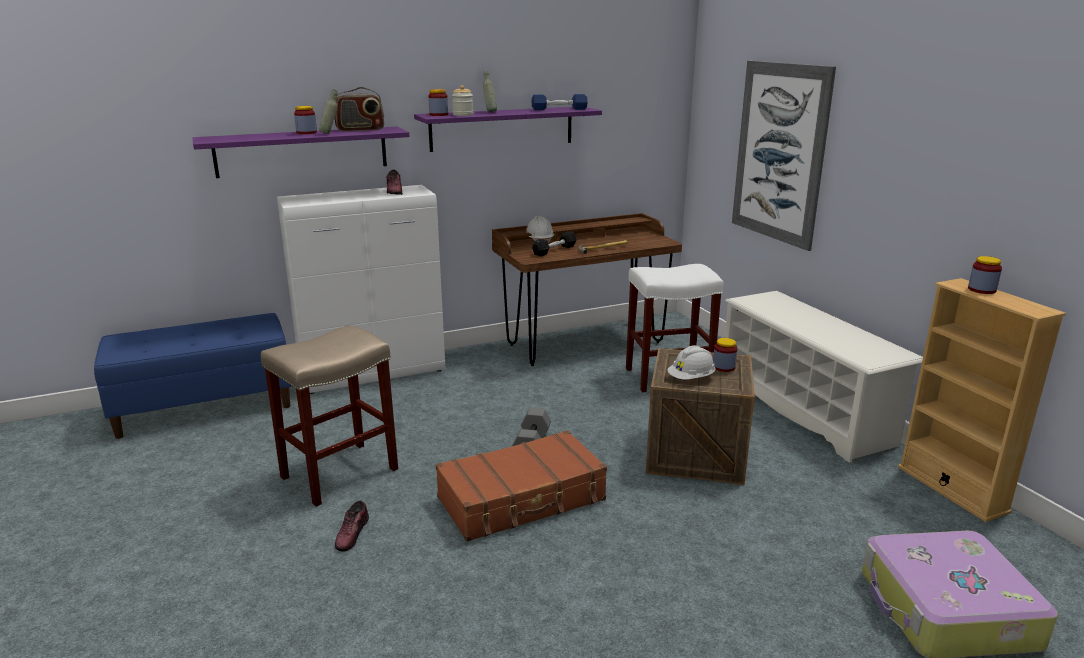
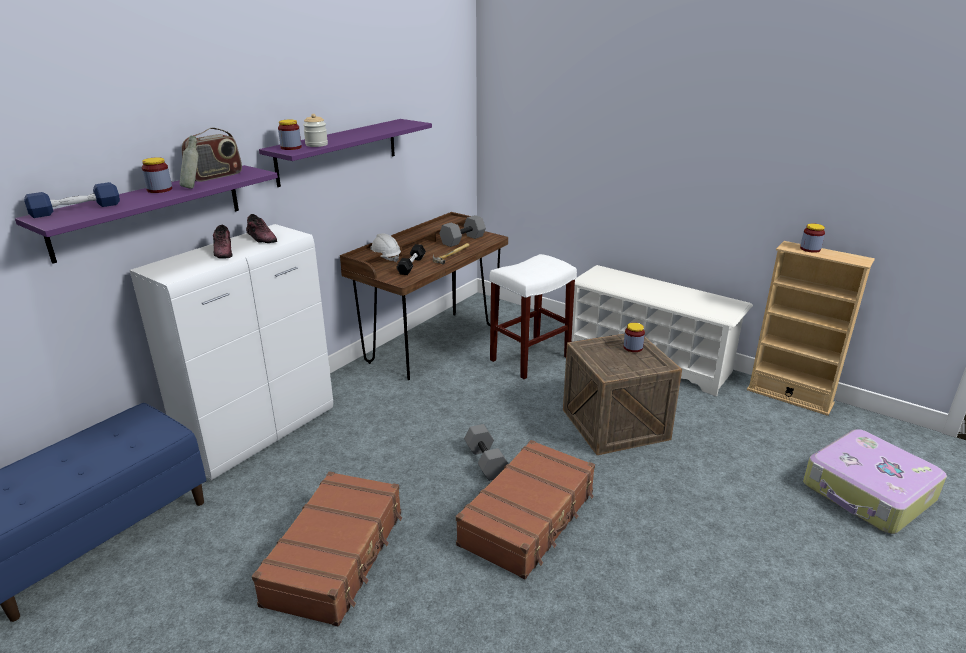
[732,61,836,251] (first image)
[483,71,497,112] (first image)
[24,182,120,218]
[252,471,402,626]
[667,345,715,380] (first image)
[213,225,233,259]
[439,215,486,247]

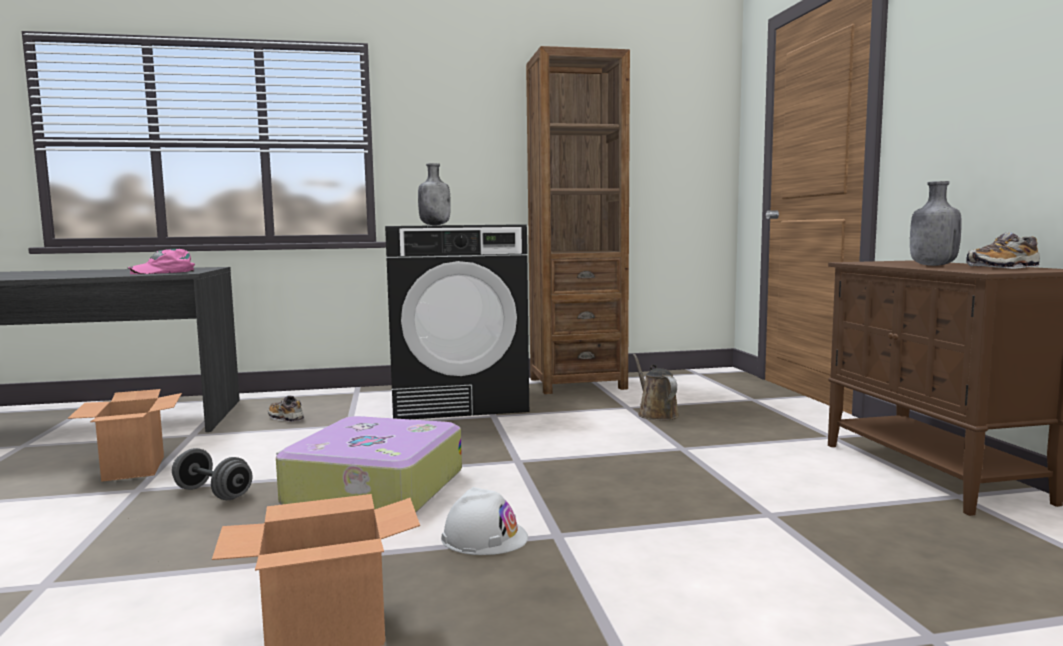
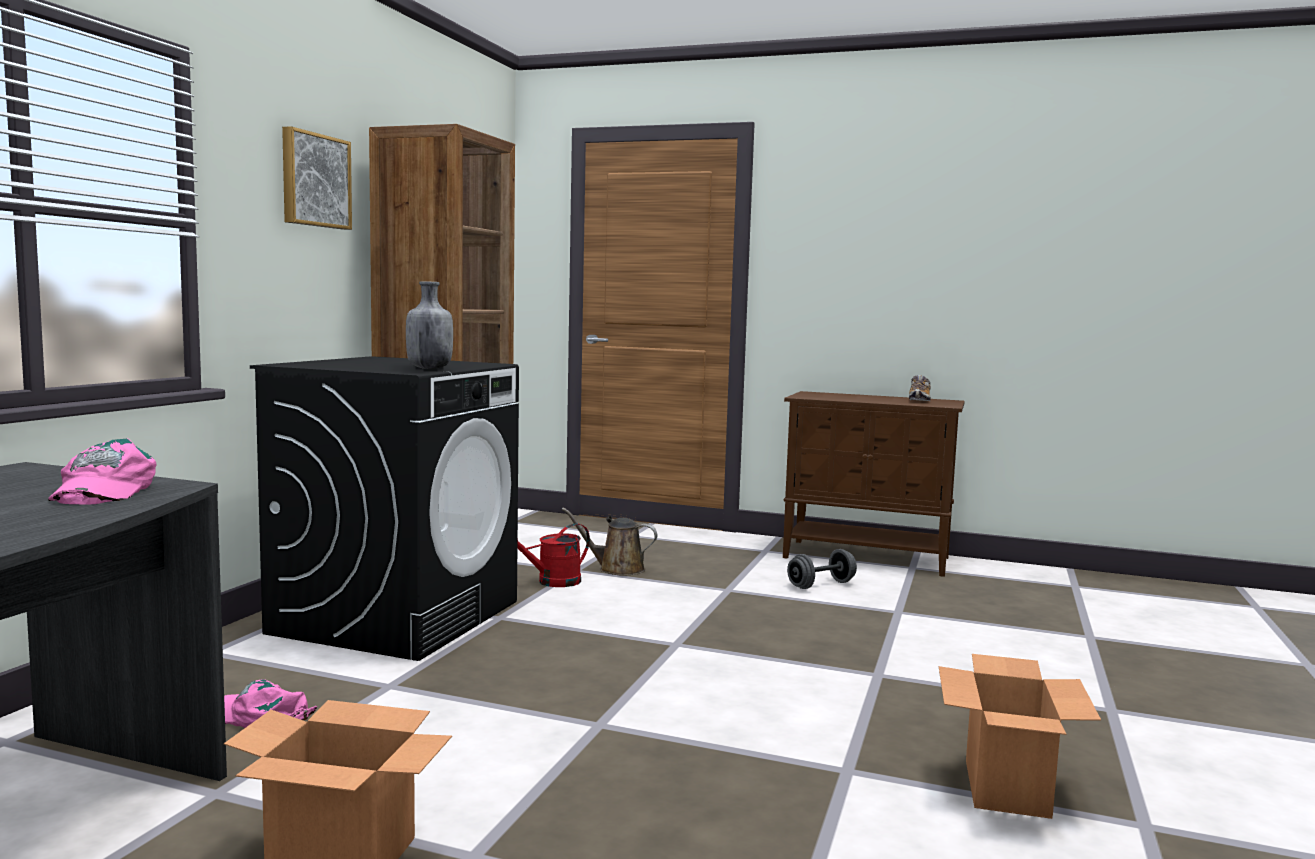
[910,181,962,266] (first image)
[224,679,317,728]
[276,416,462,512] (first image)
[787,549,857,589]
[441,487,528,555] (first image)
[282,126,352,230]
[517,523,590,587]

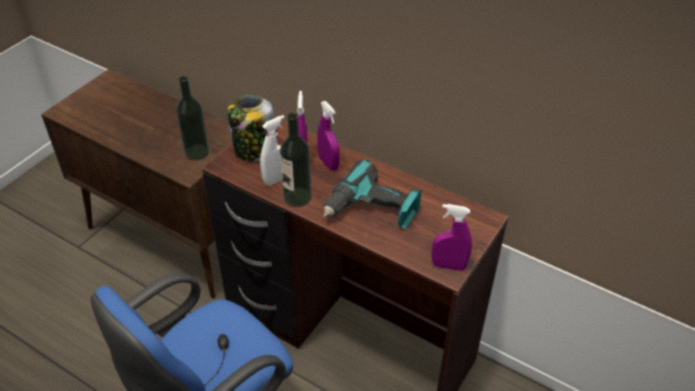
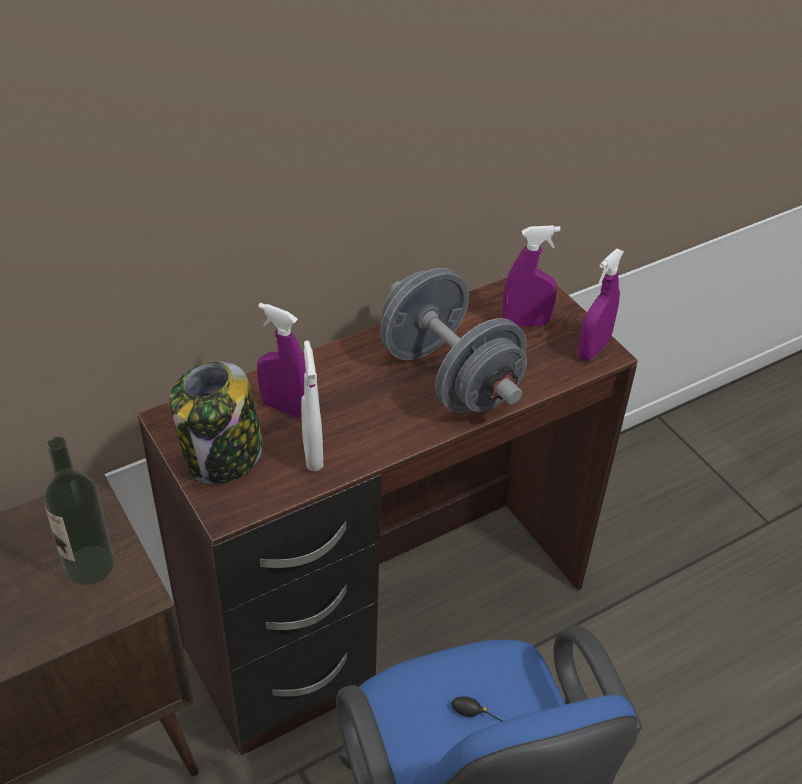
[502,225,561,327]
[280,113,312,207] (first image)
[380,268,527,413]

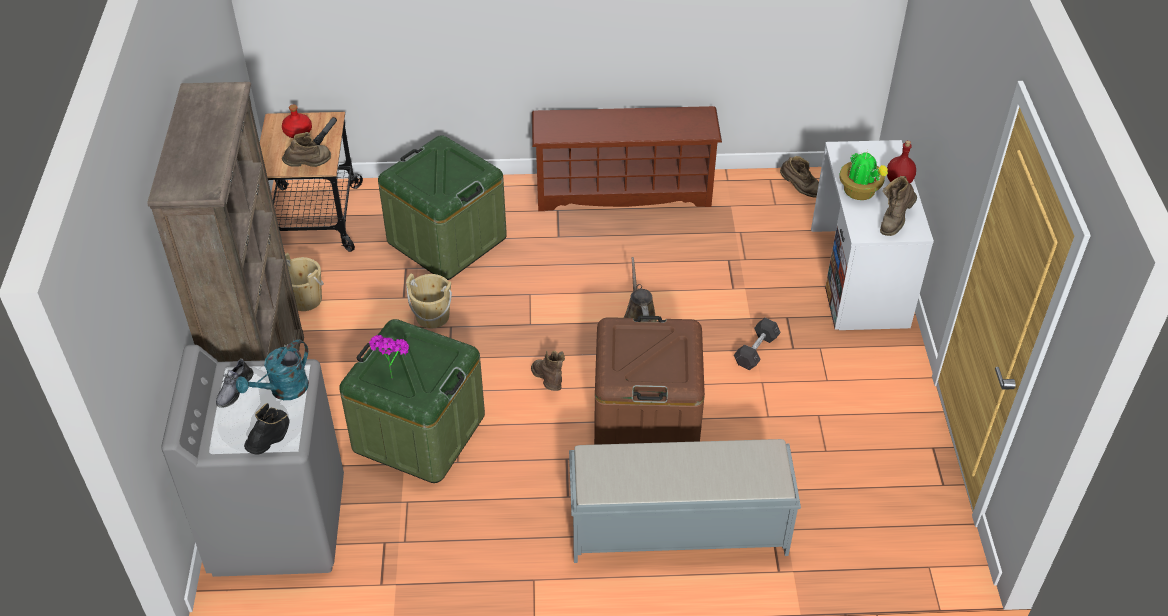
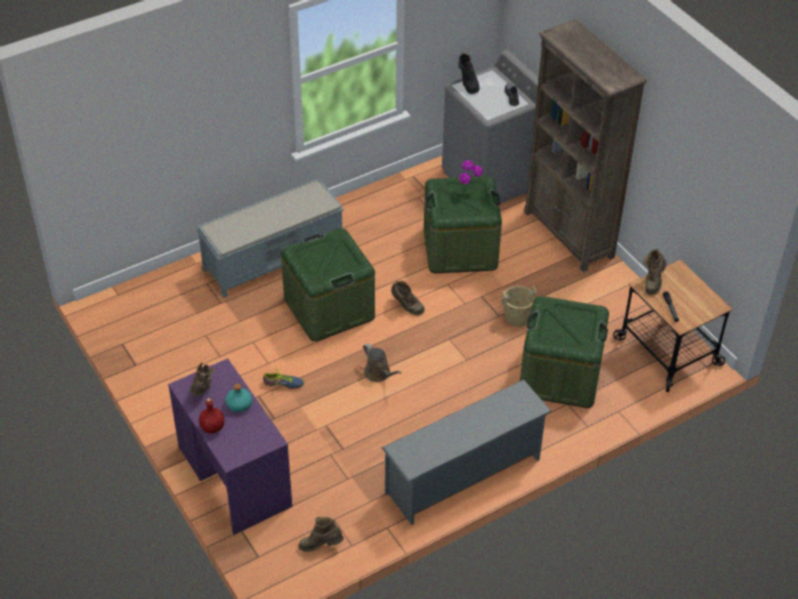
[282,104,312,138] (first image)
[382,379,552,525]
[168,358,292,535]
[225,383,252,412]
[285,253,324,311] (first image)
[281,228,375,341]
[263,369,304,389]
[236,340,309,400] (first image)

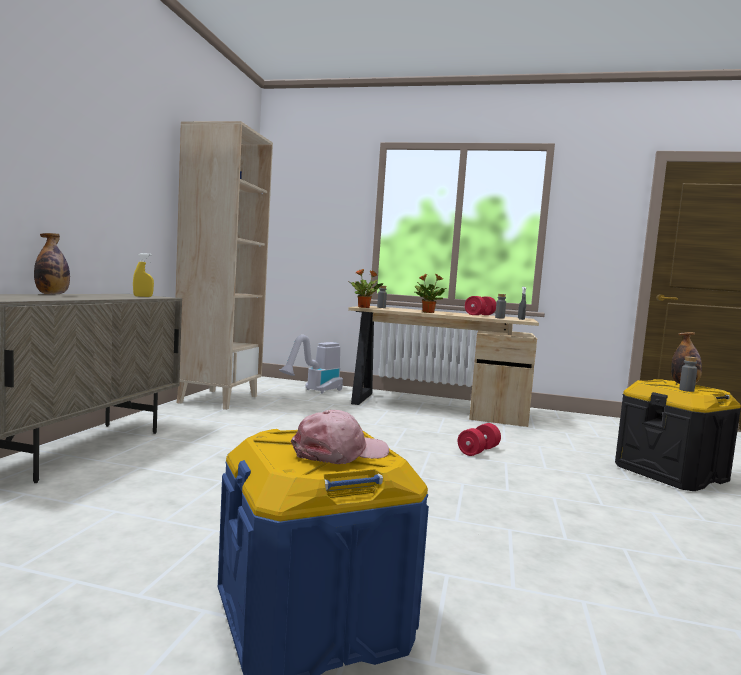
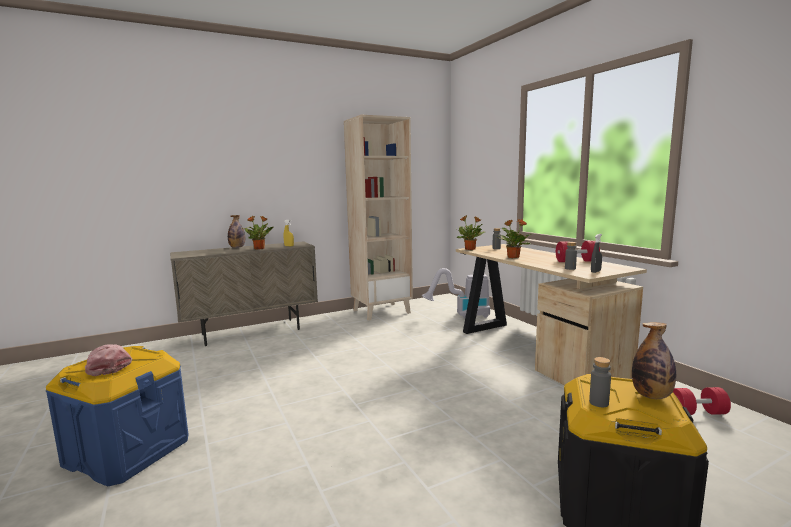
[85,344,132,376]
[673,387,731,415]
[243,216,273,249]

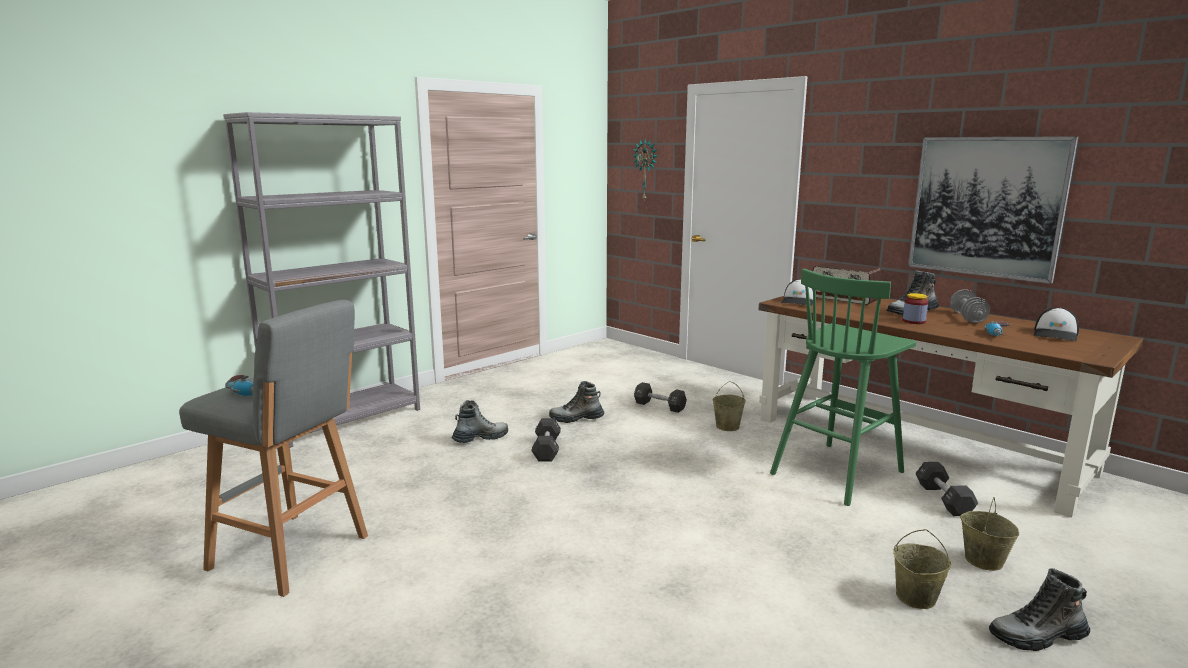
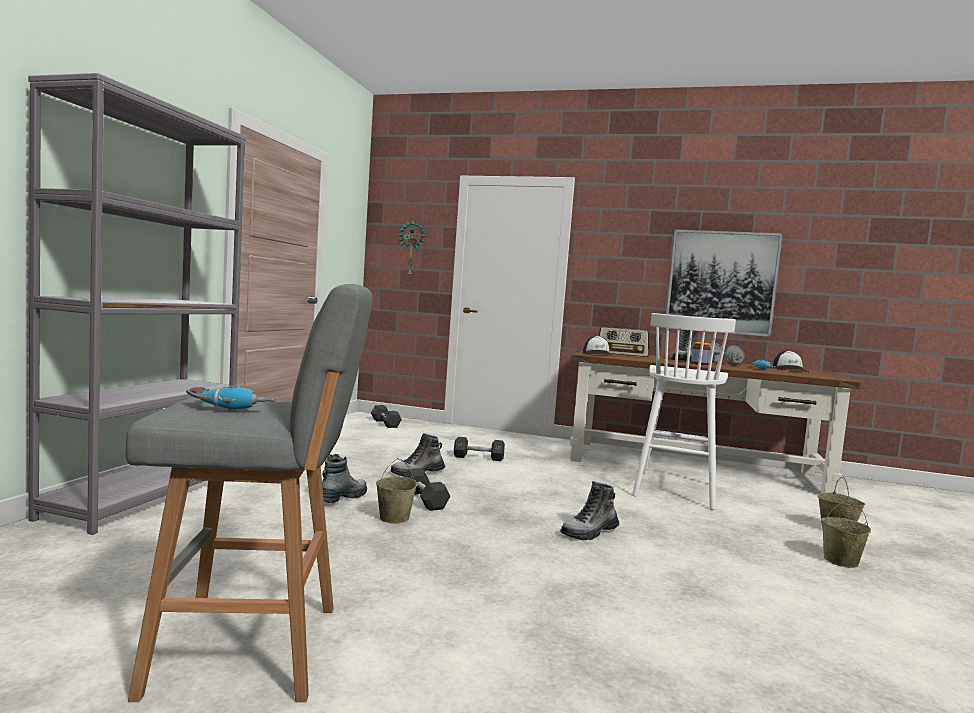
[632,313,736,510]
[376,458,417,524]
[371,405,402,428]
[560,481,619,540]

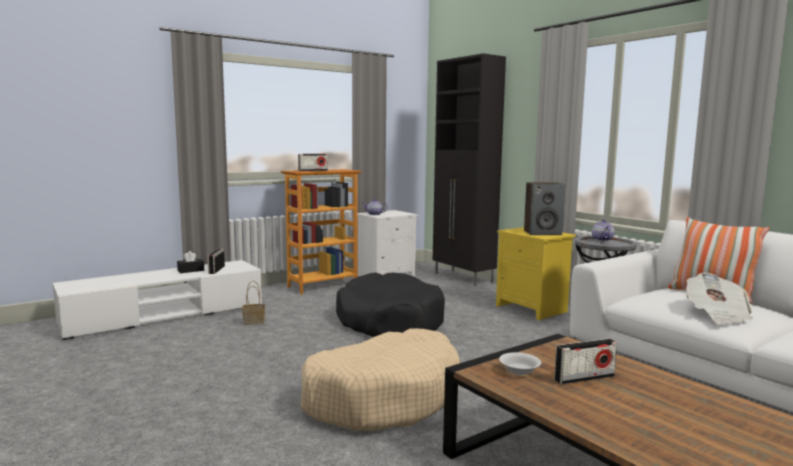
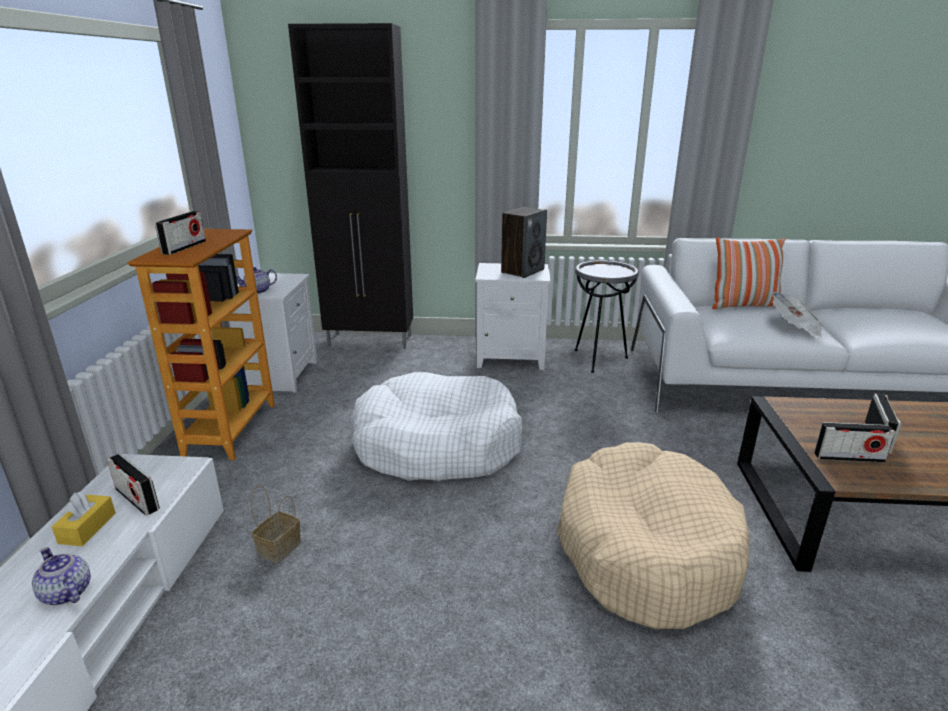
[32,547,91,605]
[475,263,551,370]
[51,491,116,546]
[350,372,523,481]
[814,422,896,463]

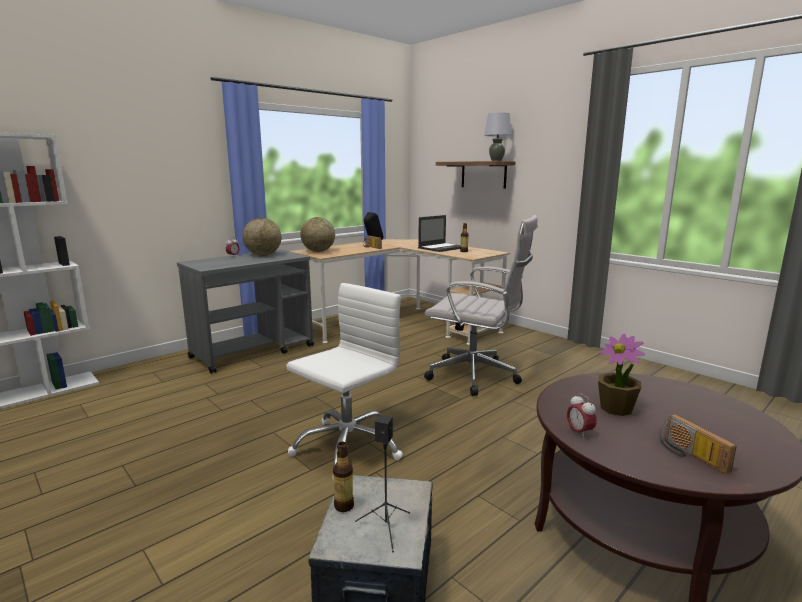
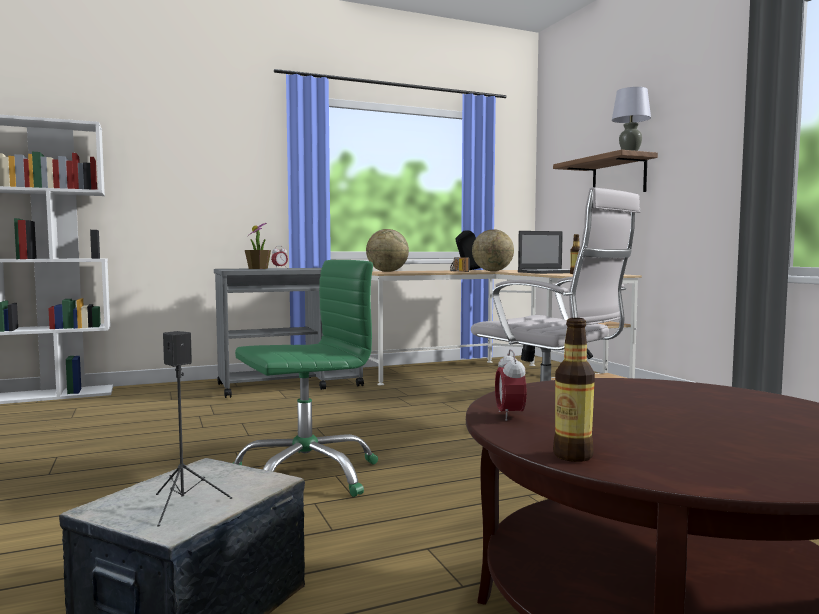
[472,230,514,271]
[233,260,378,497]
[245,223,271,269]
[660,414,737,474] (first image)
[553,318,595,462]

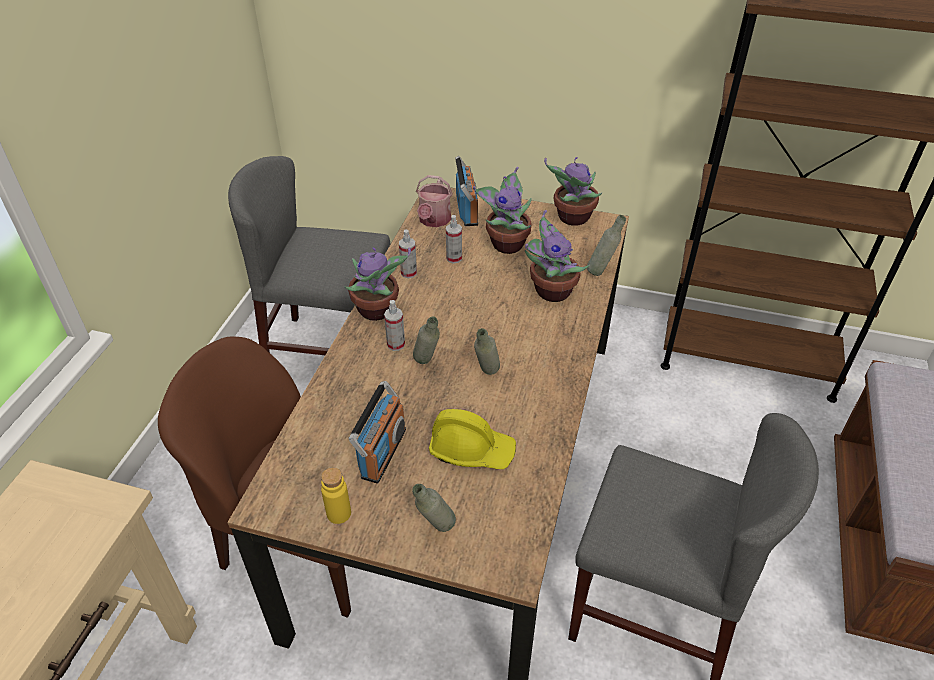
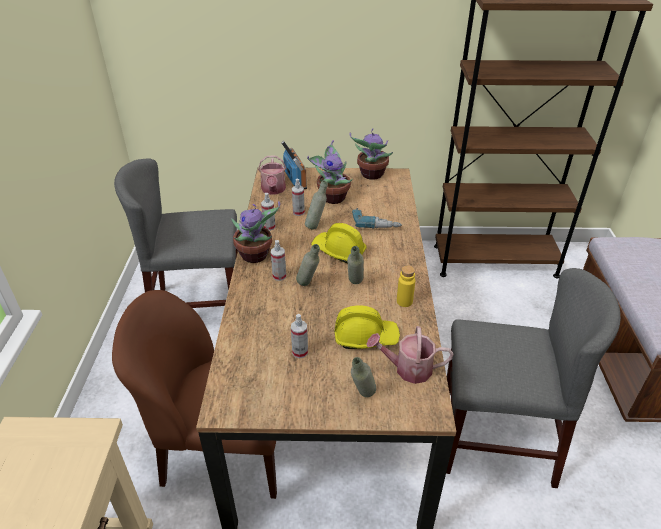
[352,208,402,228]
[305,180,328,230]
[291,314,308,358]
[397,265,415,307]
[311,223,367,263]
[366,326,454,384]

